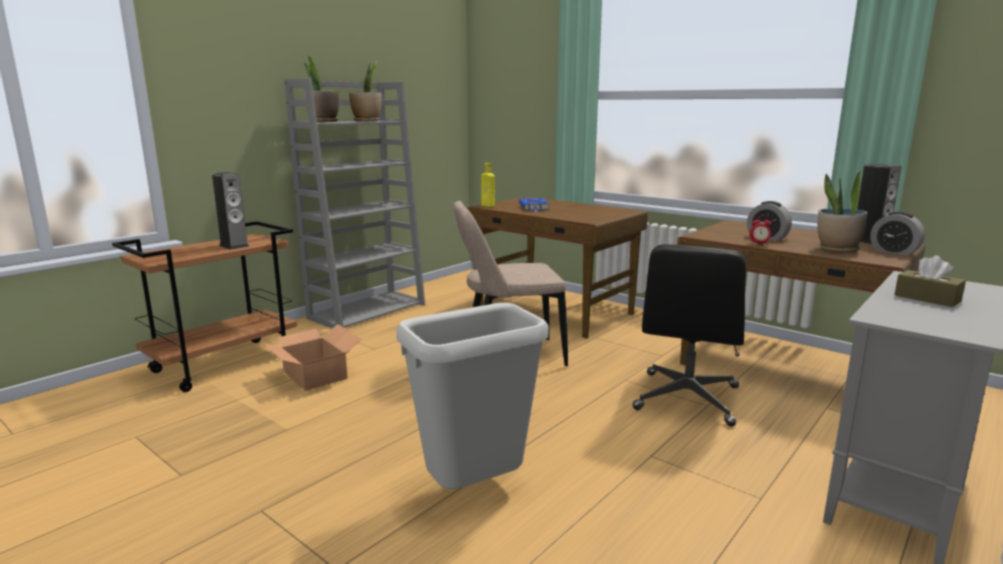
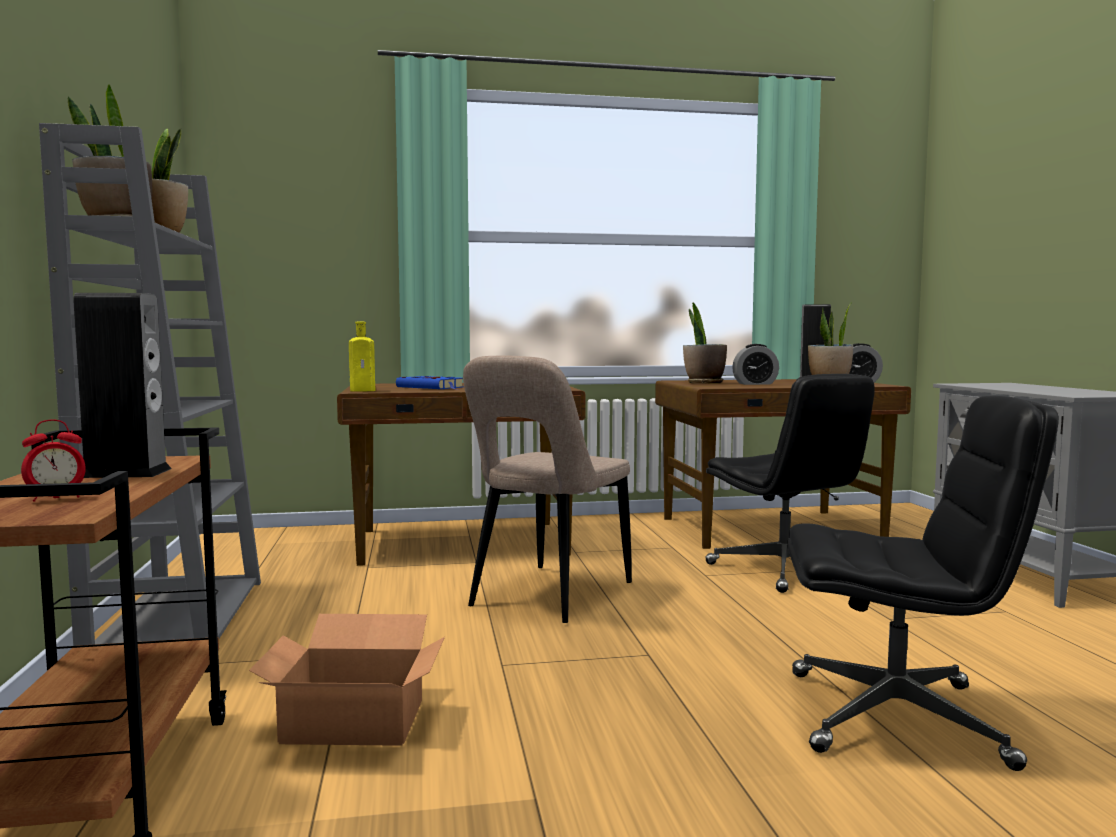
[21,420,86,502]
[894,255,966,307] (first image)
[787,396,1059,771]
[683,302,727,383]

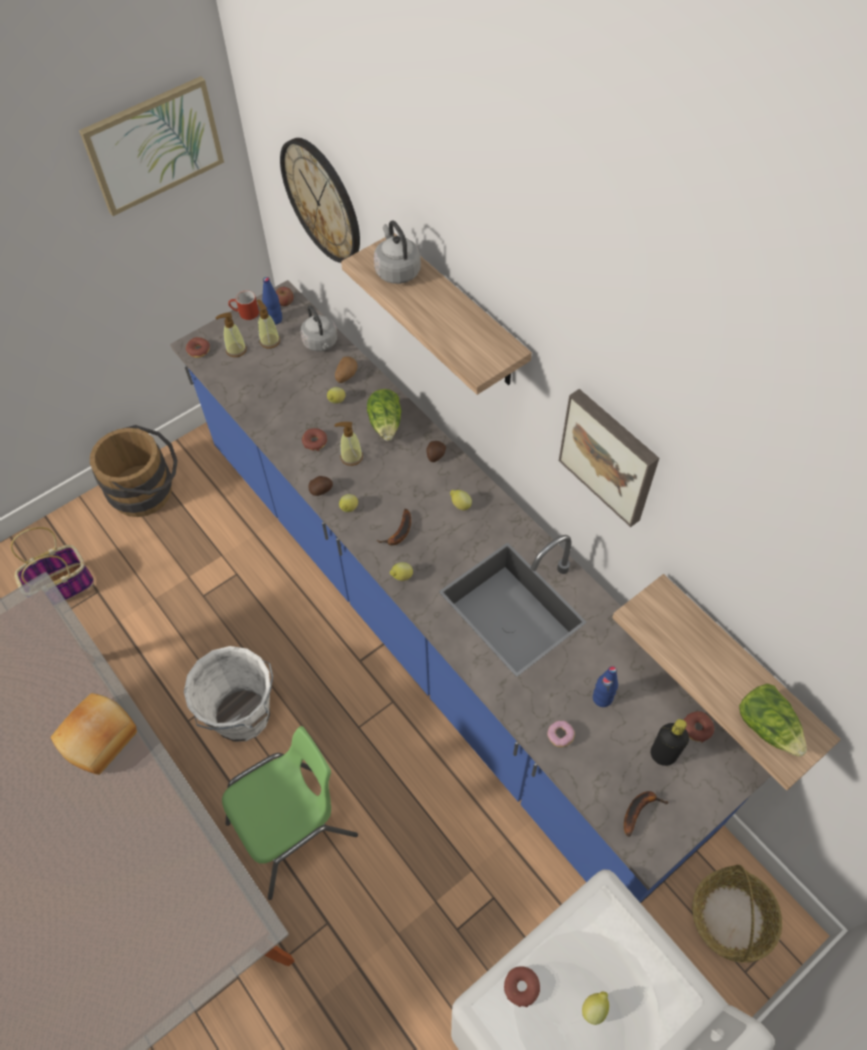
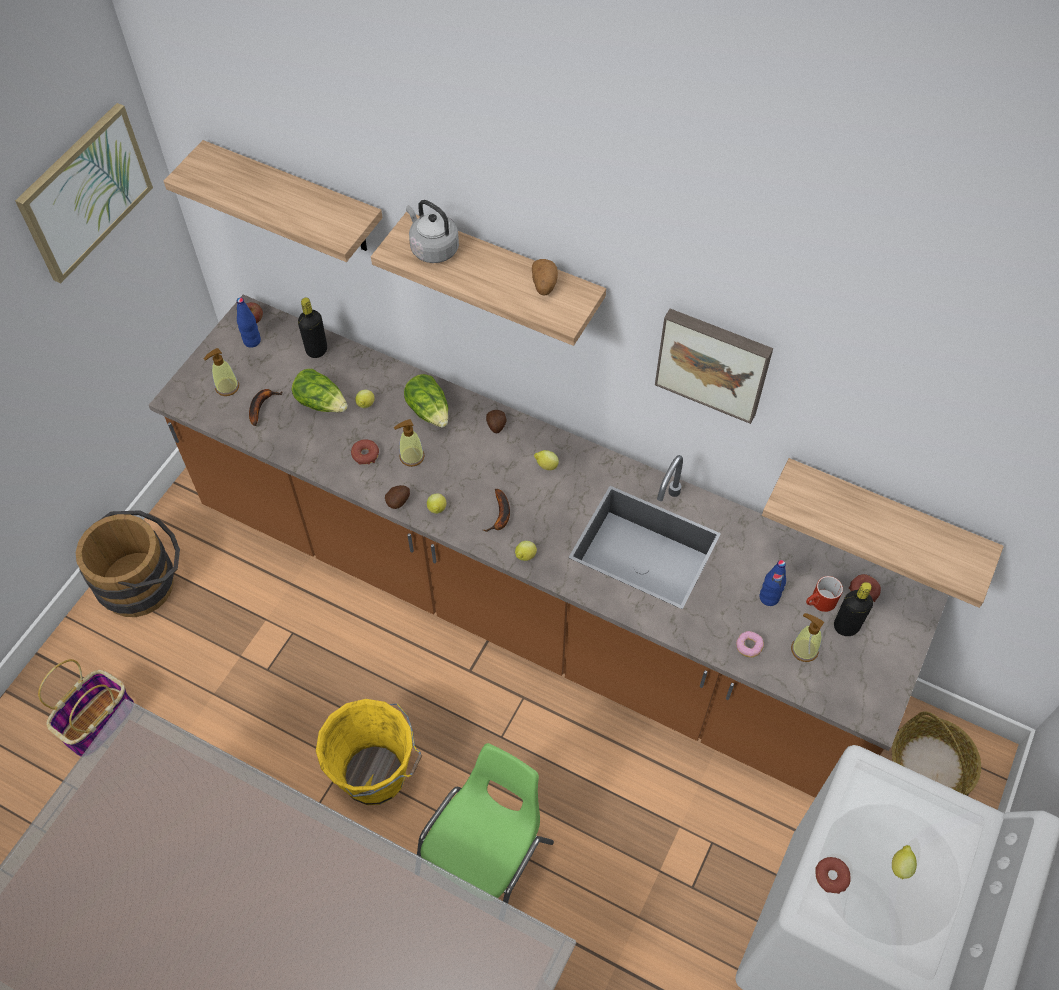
[164,140,383,262]
[149,294,949,798]
[806,576,843,612]
[791,613,824,662]
[298,298,327,358]
[186,337,210,358] (first image)
[532,259,558,296]
[316,699,422,805]
[292,369,348,412]
[51,693,137,775] (first image)
[249,389,282,426]

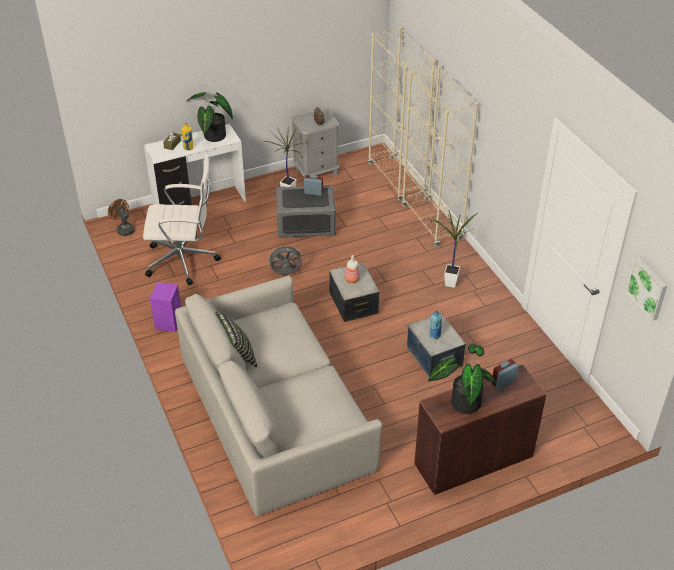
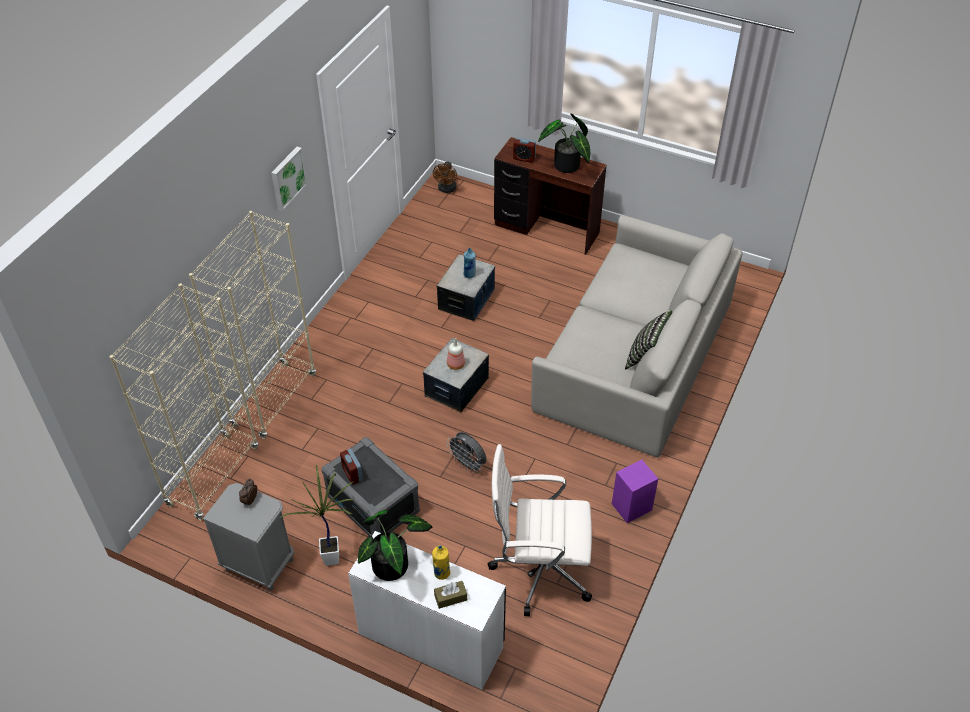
[488,444,592,616]
[433,161,457,193]
[428,210,478,288] (first image)
[271,147,307,211]

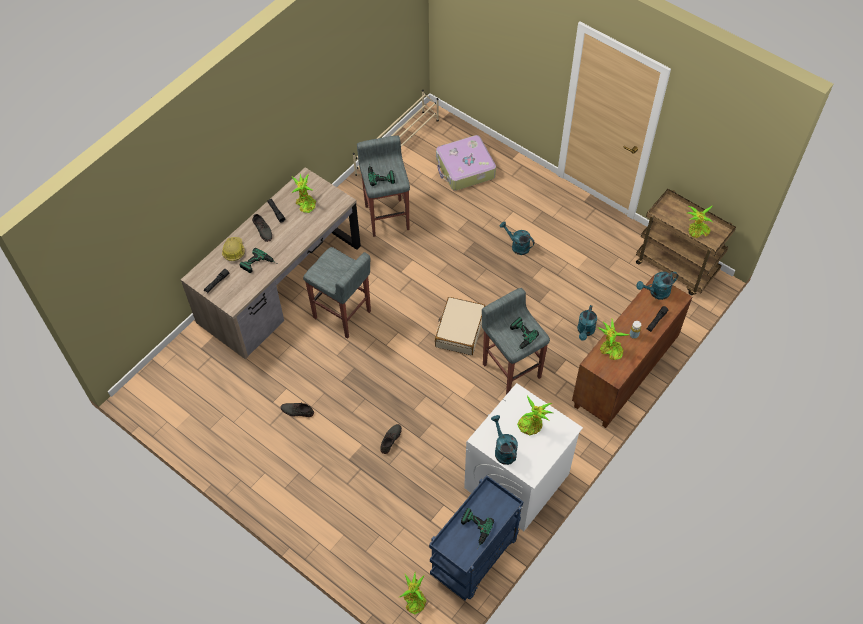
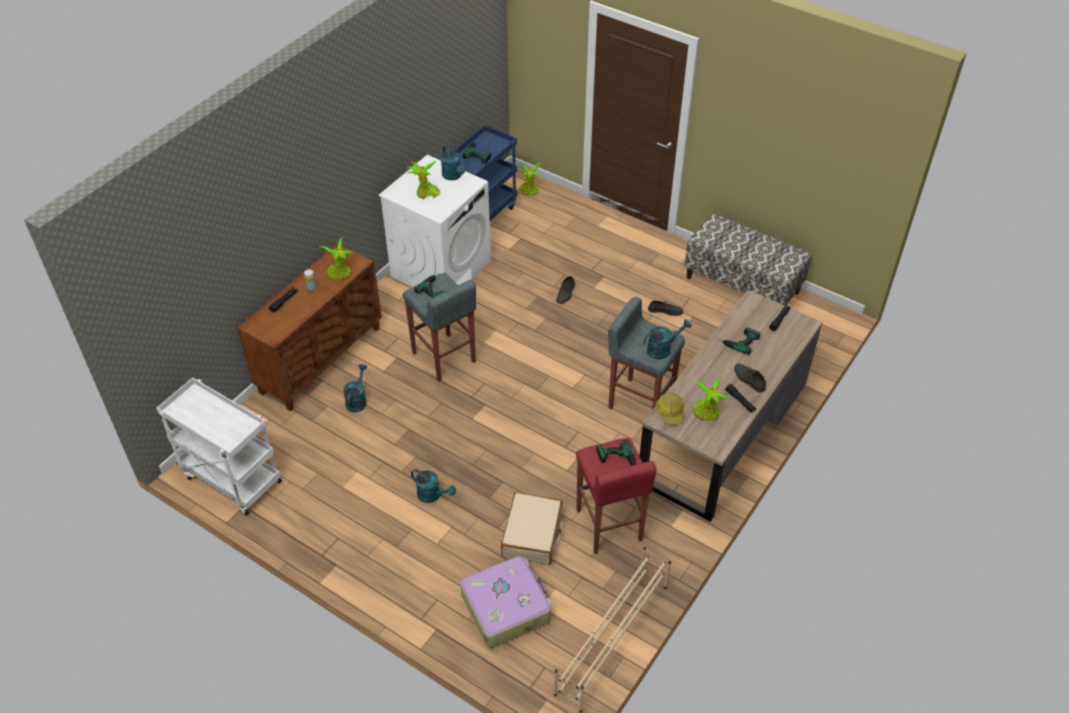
[576,438,656,554]
[156,377,282,515]
[688,205,713,238] (first image)
[655,392,684,425]
[644,319,692,359]
[501,492,563,565]
[684,213,811,306]

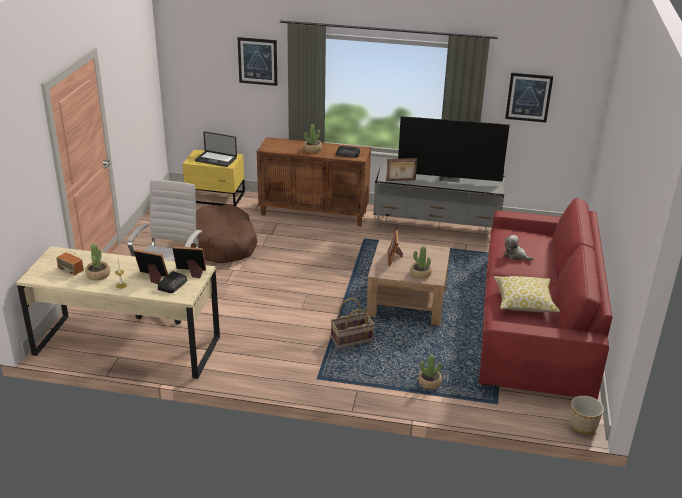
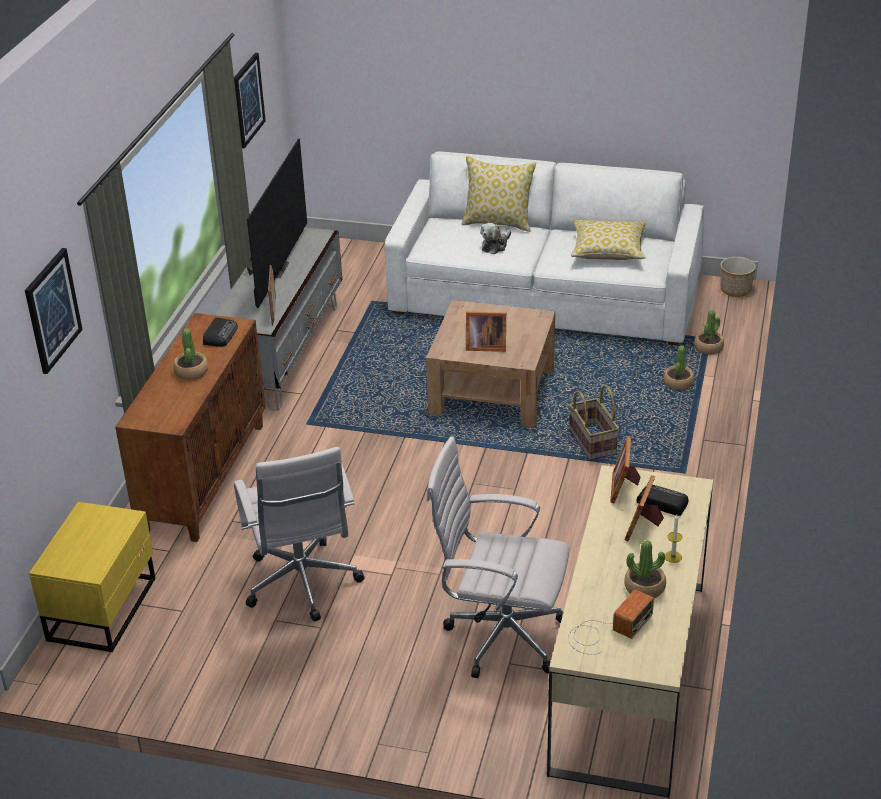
[195,131,237,167] (first image)
[385,152,704,345]
[234,447,365,622]
[694,310,724,354]
[462,156,536,232]

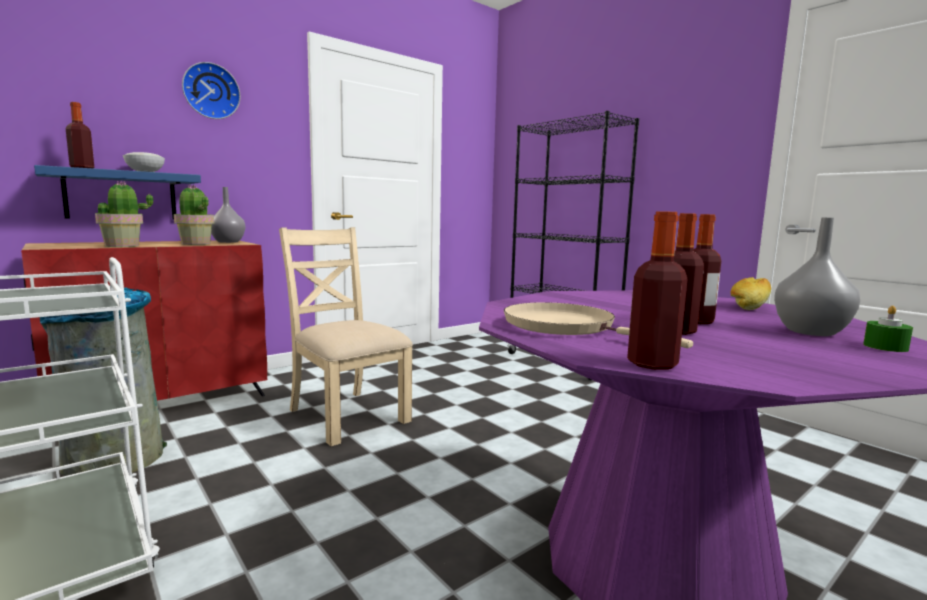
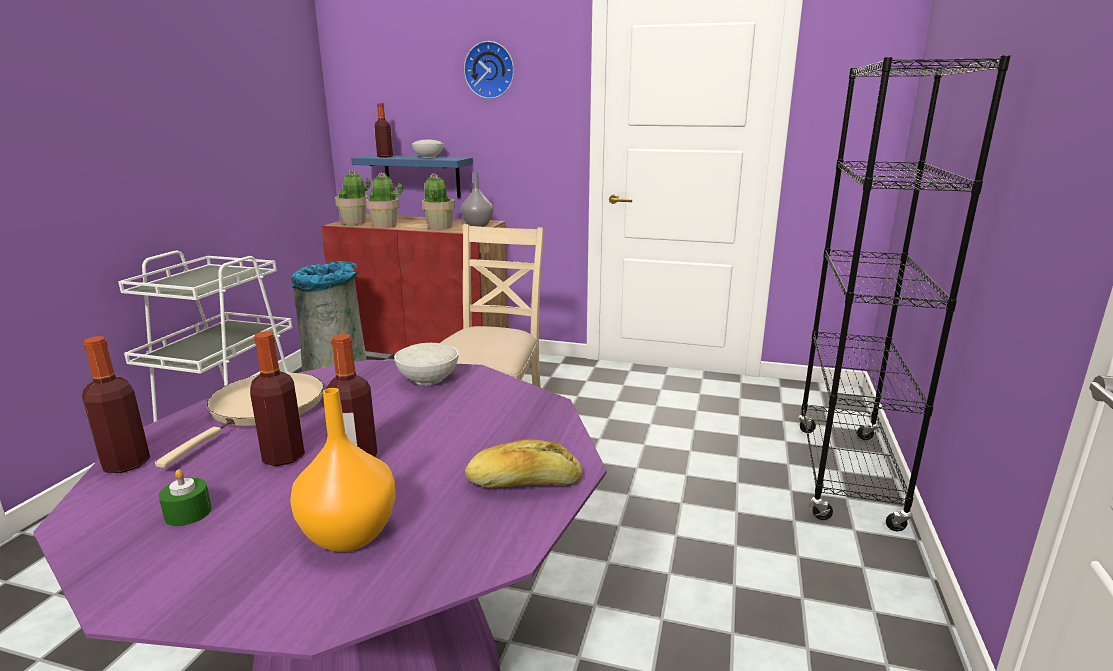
[290,388,396,552]
[158,469,212,526]
[335,170,370,225]
[394,343,459,385]

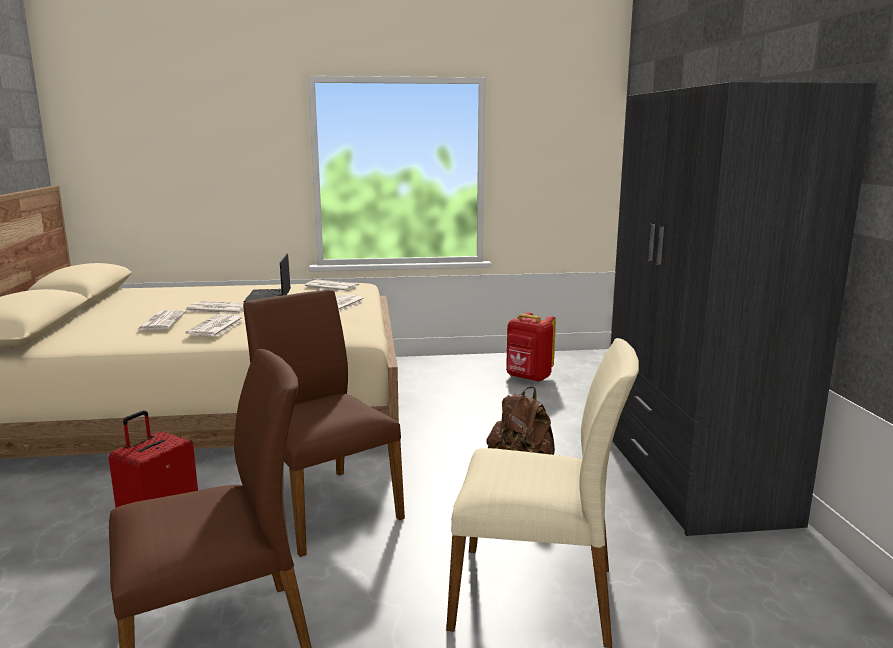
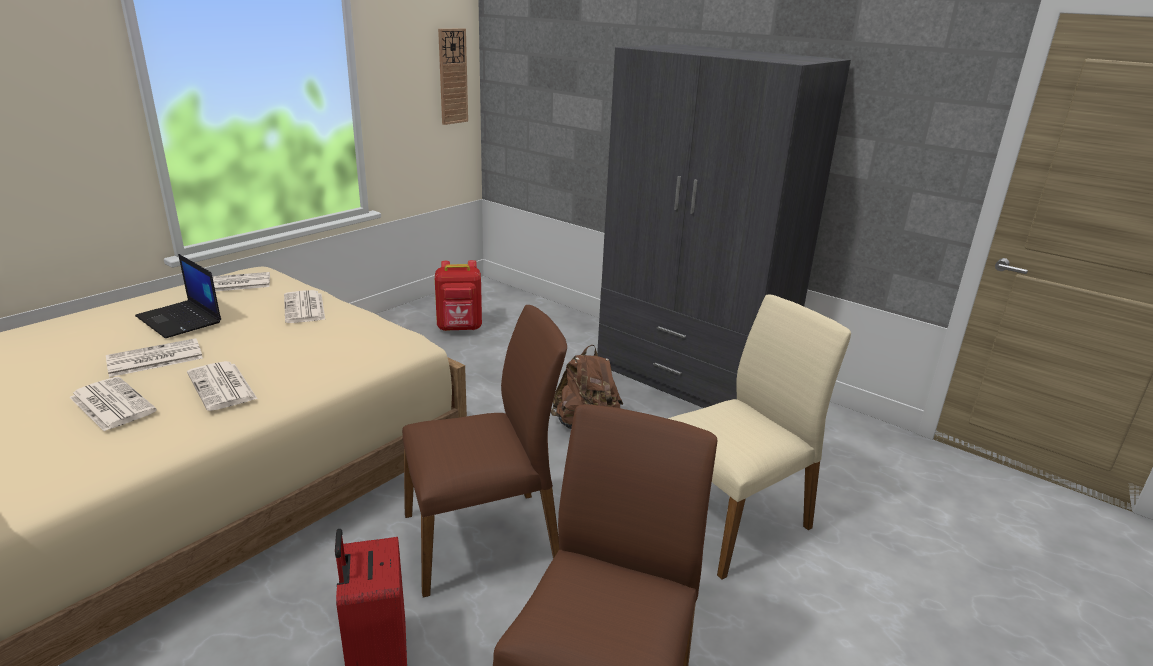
[402,305,567,597]
[438,28,468,125]

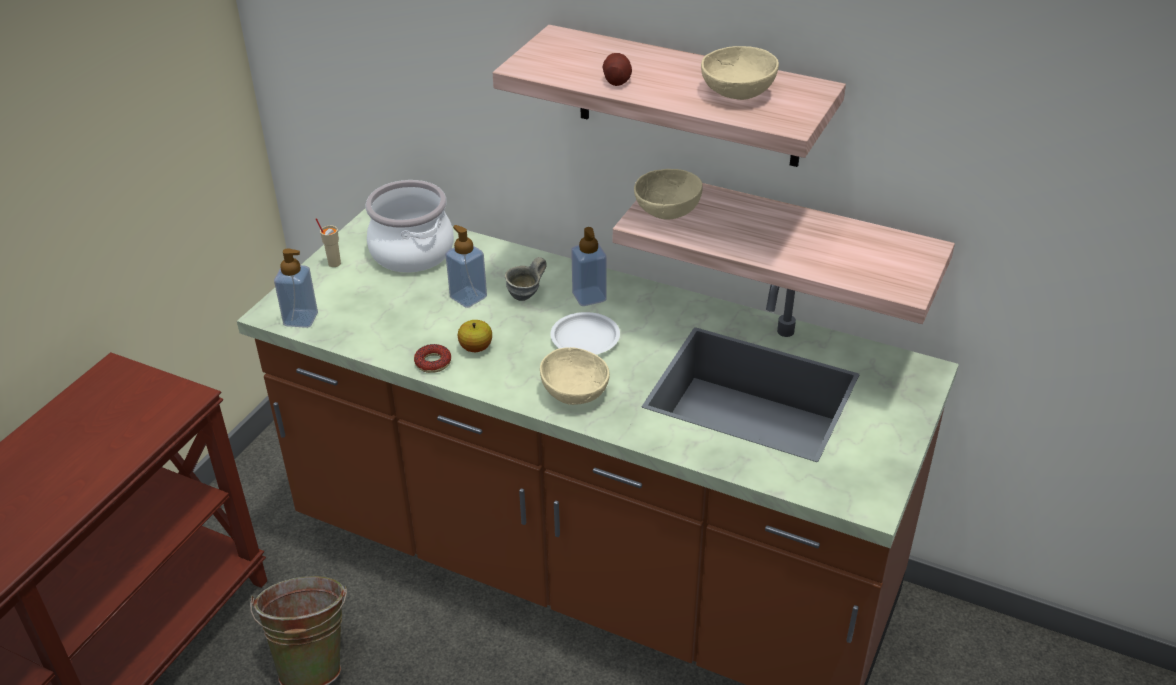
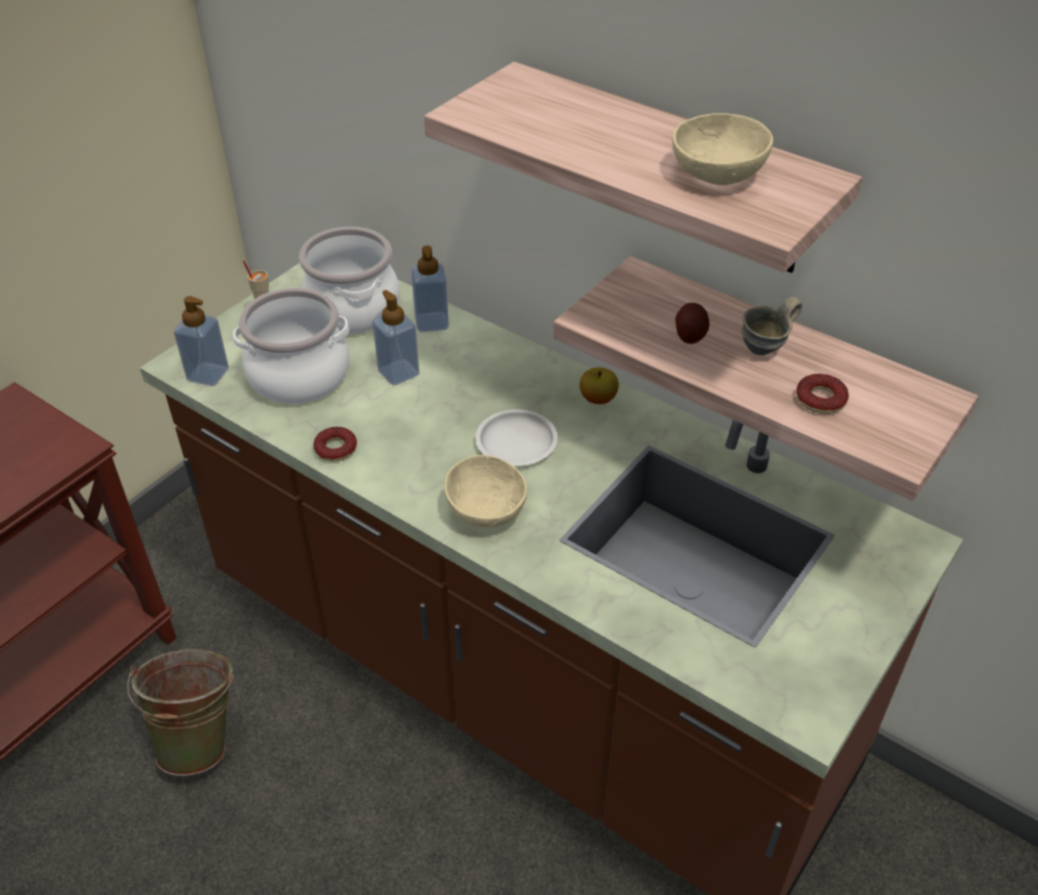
[675,303,709,344]
[634,169,703,220] (first image)
[411,245,449,332]
[742,297,802,355]
[580,367,619,404]
[233,288,349,404]
[796,374,849,414]

